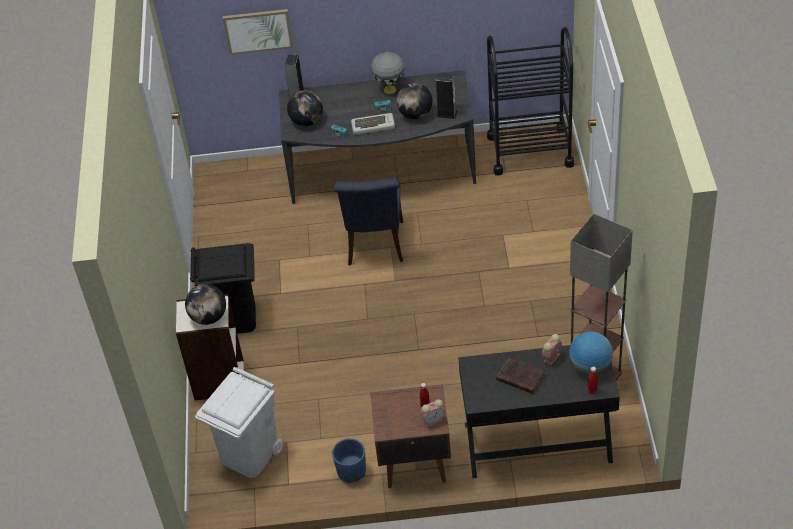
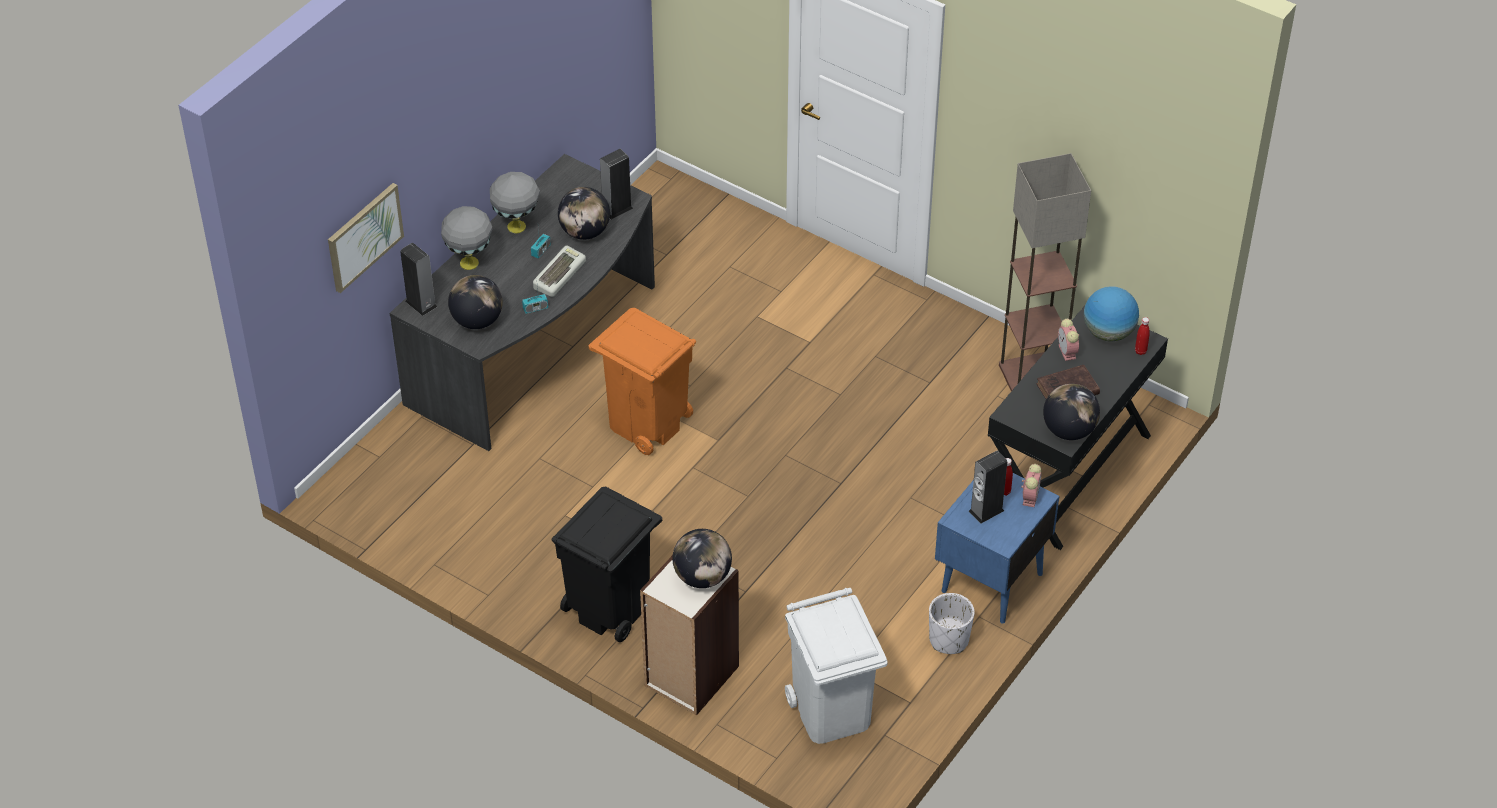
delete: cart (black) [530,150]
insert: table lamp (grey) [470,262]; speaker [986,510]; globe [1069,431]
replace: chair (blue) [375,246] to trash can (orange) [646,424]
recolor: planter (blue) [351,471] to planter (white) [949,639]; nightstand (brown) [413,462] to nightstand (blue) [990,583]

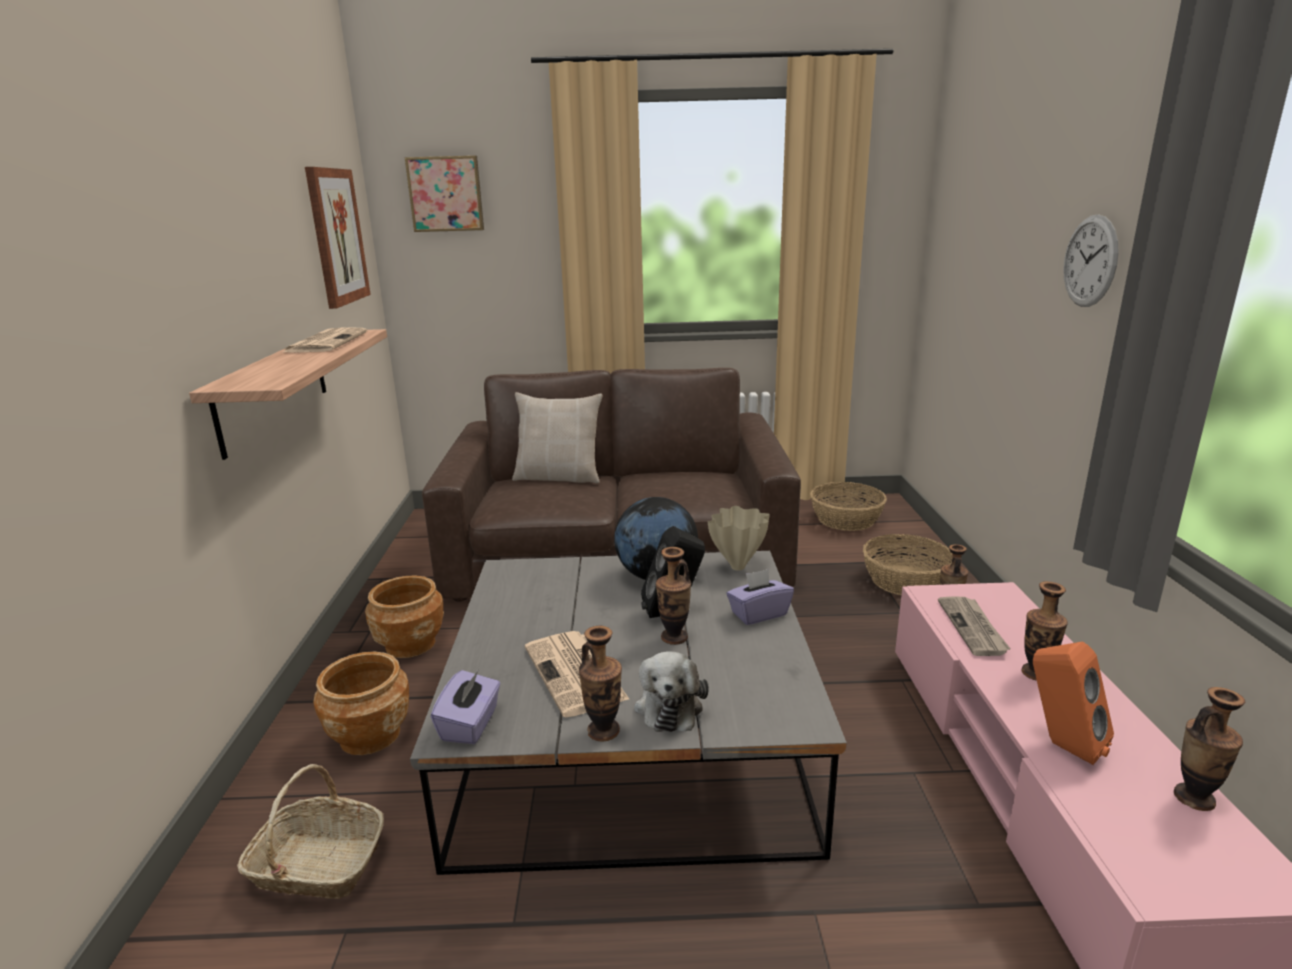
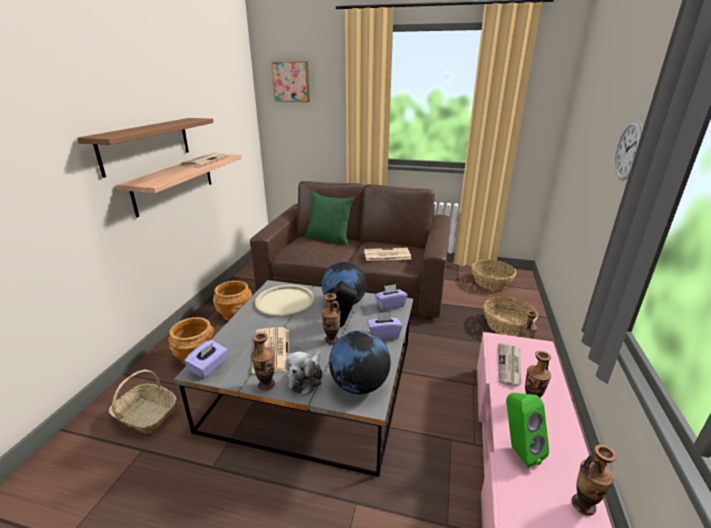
delete: picture [337,236]
insert: shelf (brown) [146,145]; tray (beige) [285,301]; globe [359,385]; newspaper [386,255]
replace: vase (beige) [739,567] to tissue box (purple) [390,305]
recolor: pillow (beige) [559,477] to pillow (green) [329,239]; speaker (orange) [1061,746] to speaker (green) [518,450]

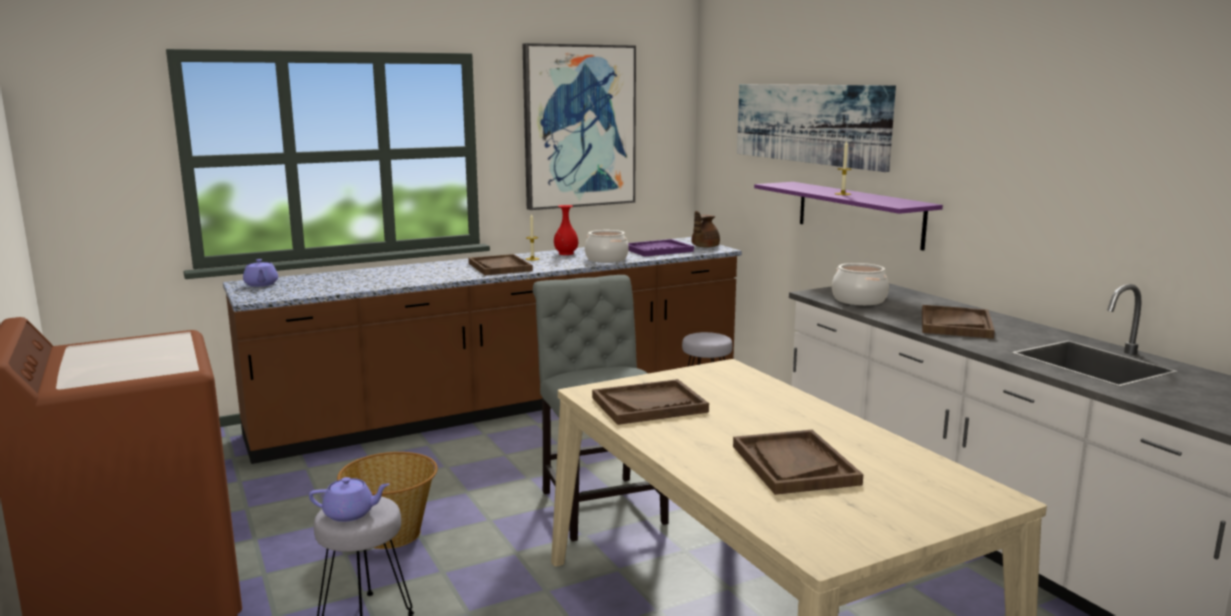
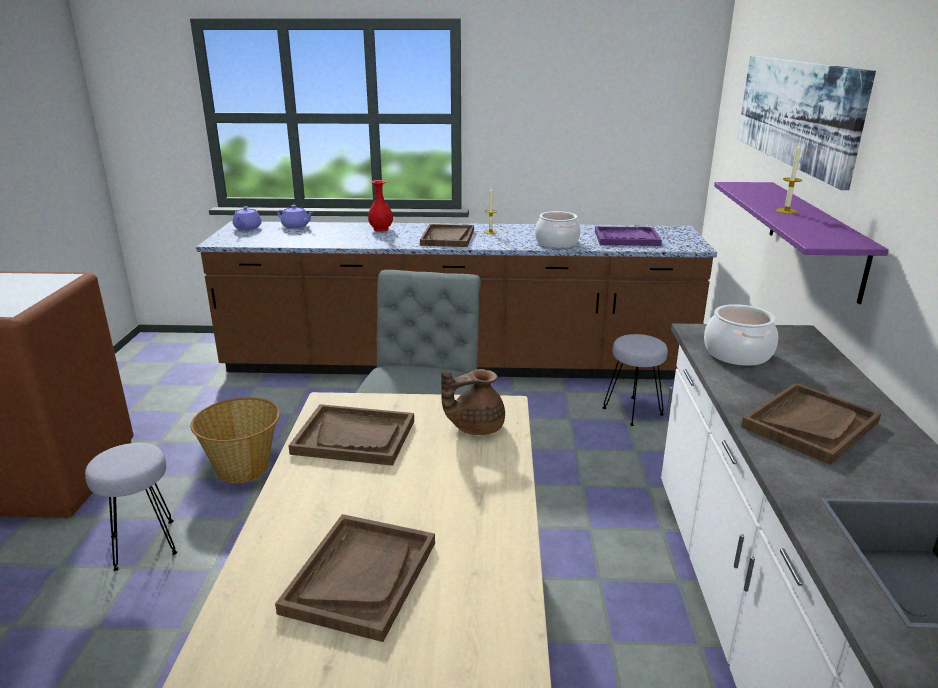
delete: picture [579,126]
move: teapot (purple) [350,513] to [296,226]; vase (red) [566,253] to [381,229]; teapot (brown) [704,247] to [475,427]

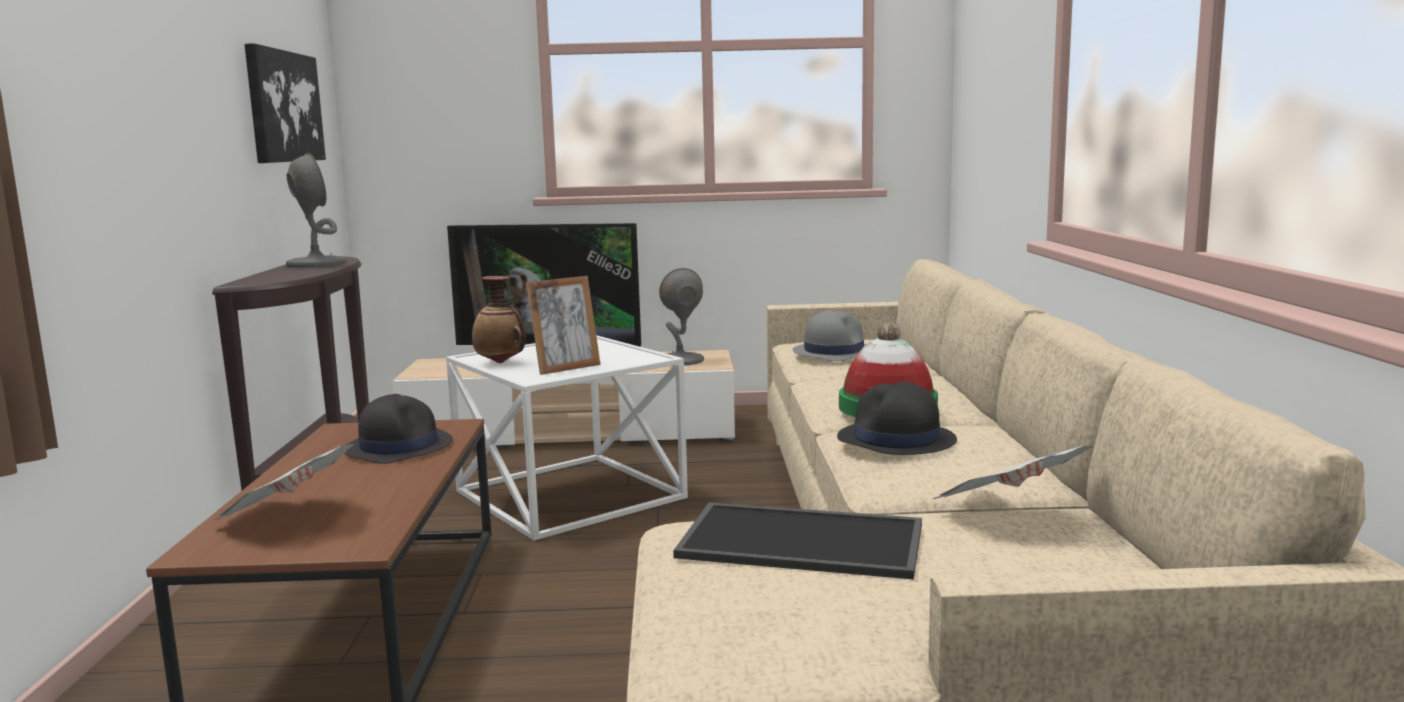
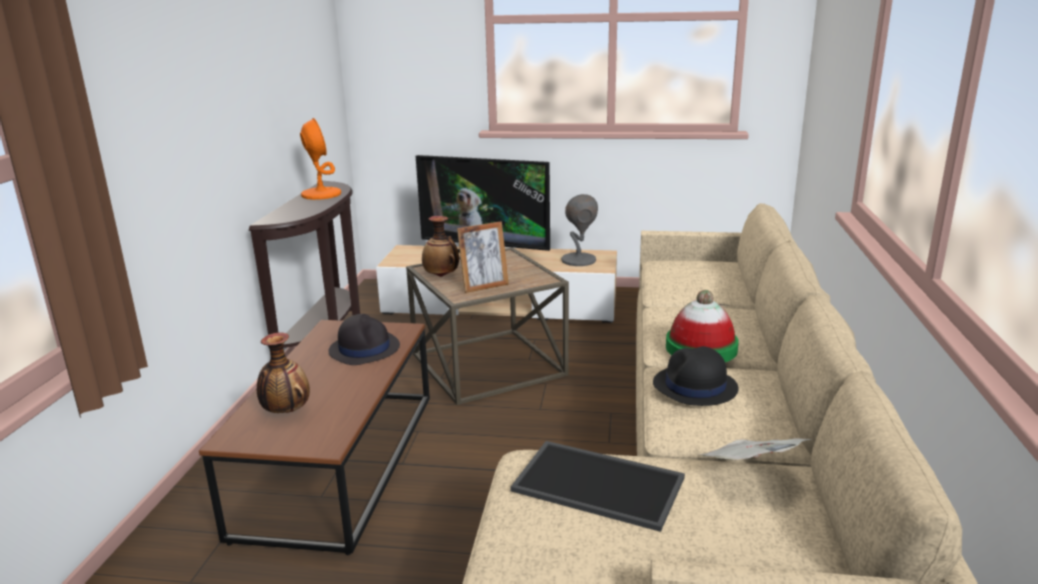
delete: picture [283,106]; hat (grey) [833,352]
replace: newspaper [288,516] to vase [286,412]
recolor: table lamp (grey) [316,264] to table lamp (orange) [321,194]; side table (white) [570,494] to side table (brown) [489,364]

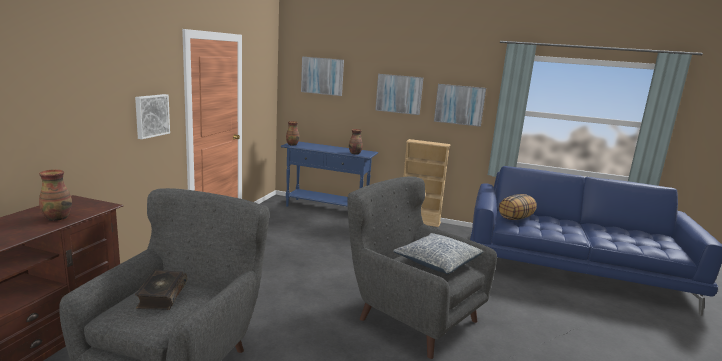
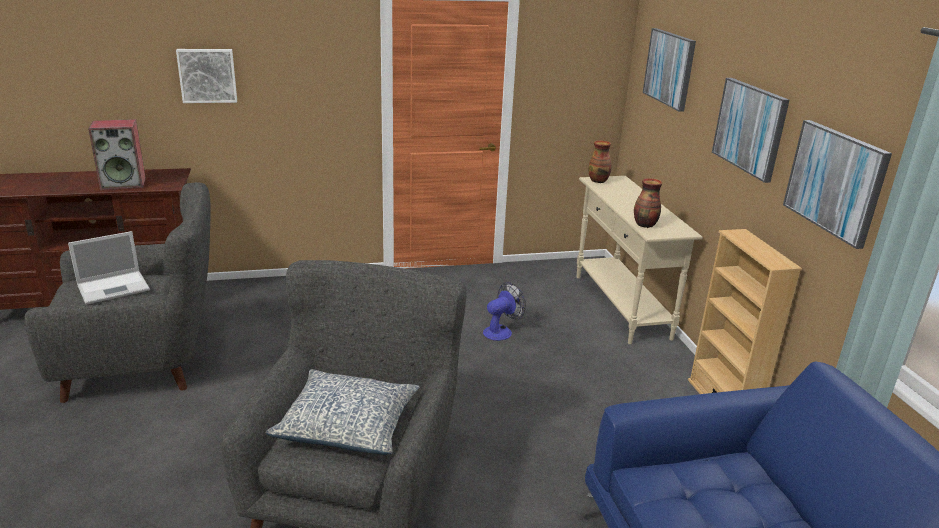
delete: pillow [515,218]
insert: fan [501,331]
move: picture [151,115] to [207,75]
replace: vase [57,217] to speaker [124,183]; book [161,296] to laptop [115,287]
recolor: console table (blue) [326,208] to console table (beige) [621,306]

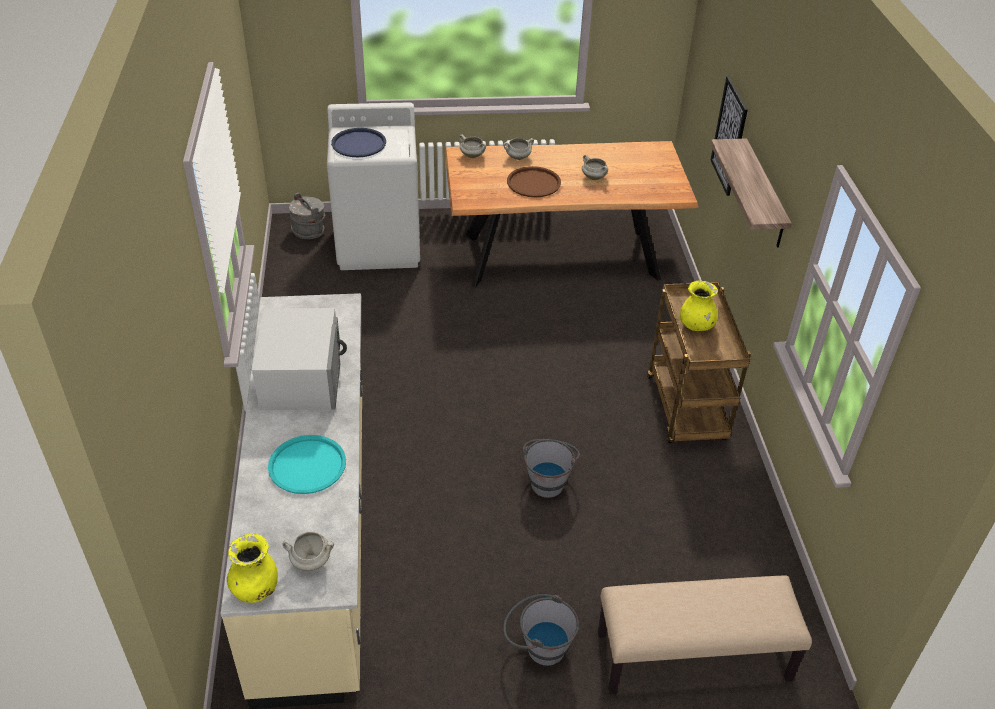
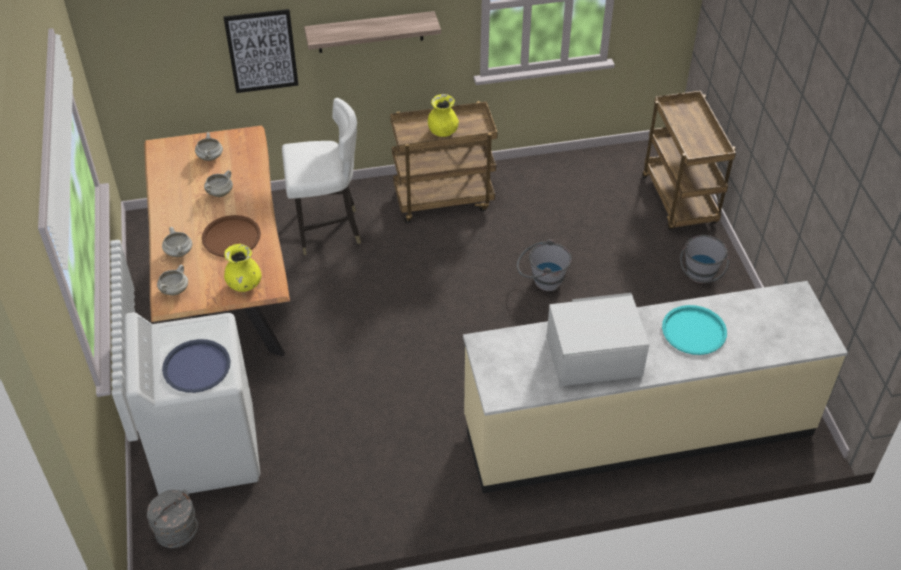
insert: chair (white) [327,230]
move: vase (yellow) [256,589] to [244,284]; cooking pot (white) [310,561] to [210,157]
replace: bench (beige) [692,658] to cart (brown) [680,202]

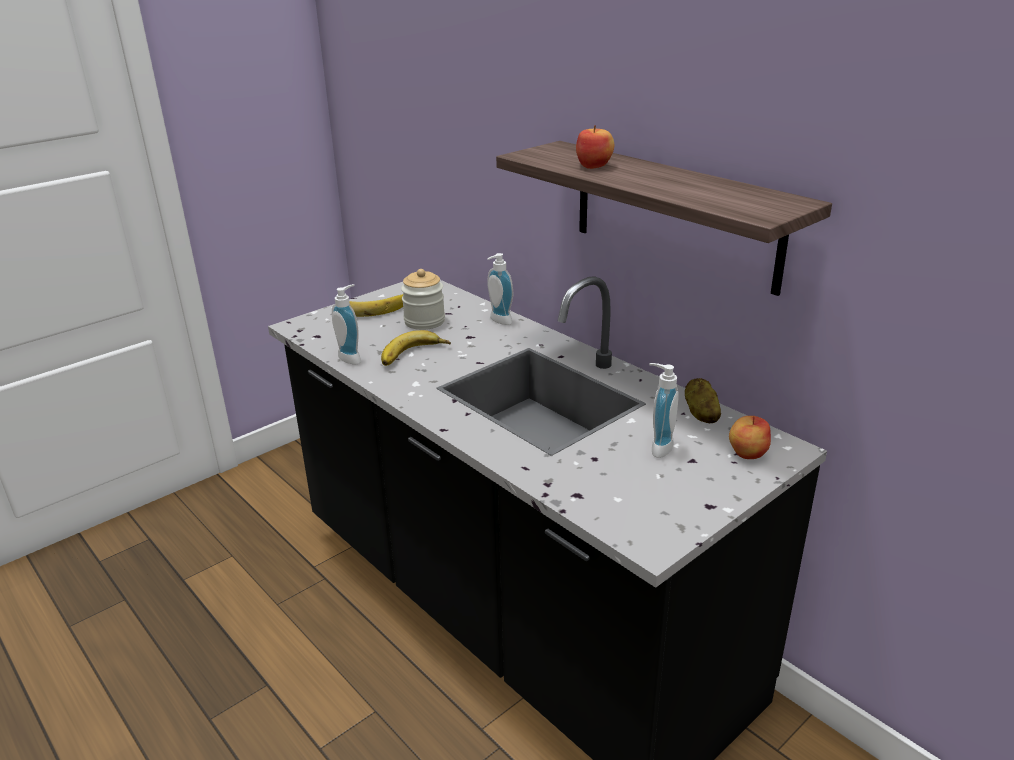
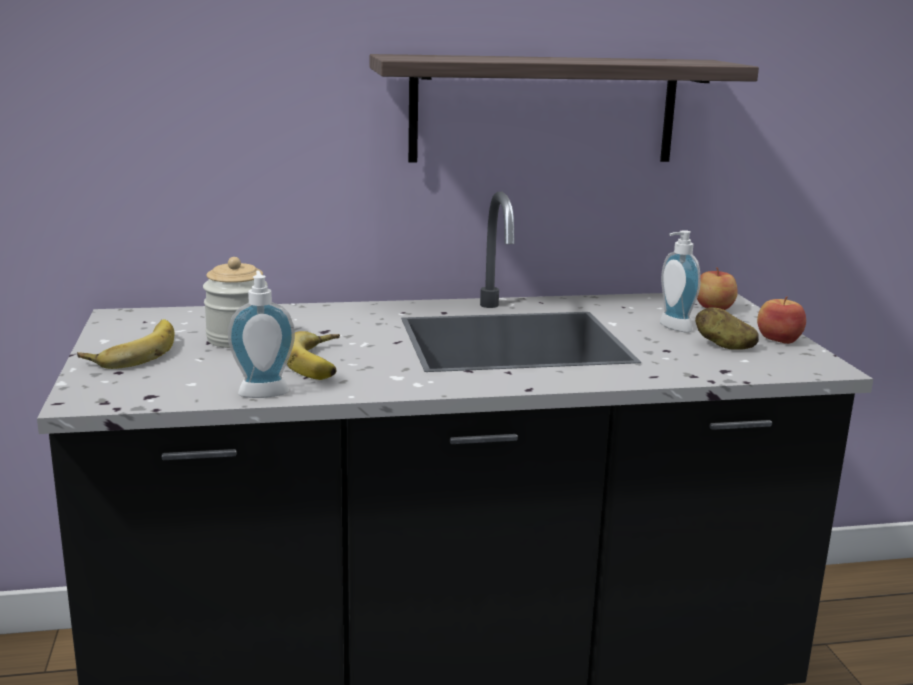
delete: soap dispenser [498,321]
move: apple [594,165] to [778,339]; potato [700,413] to [724,346]

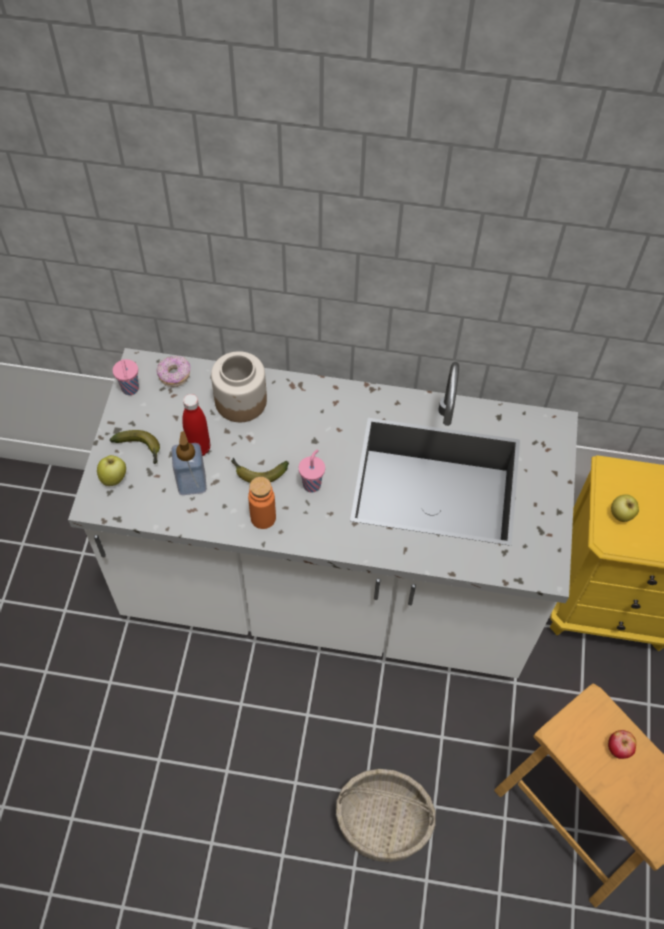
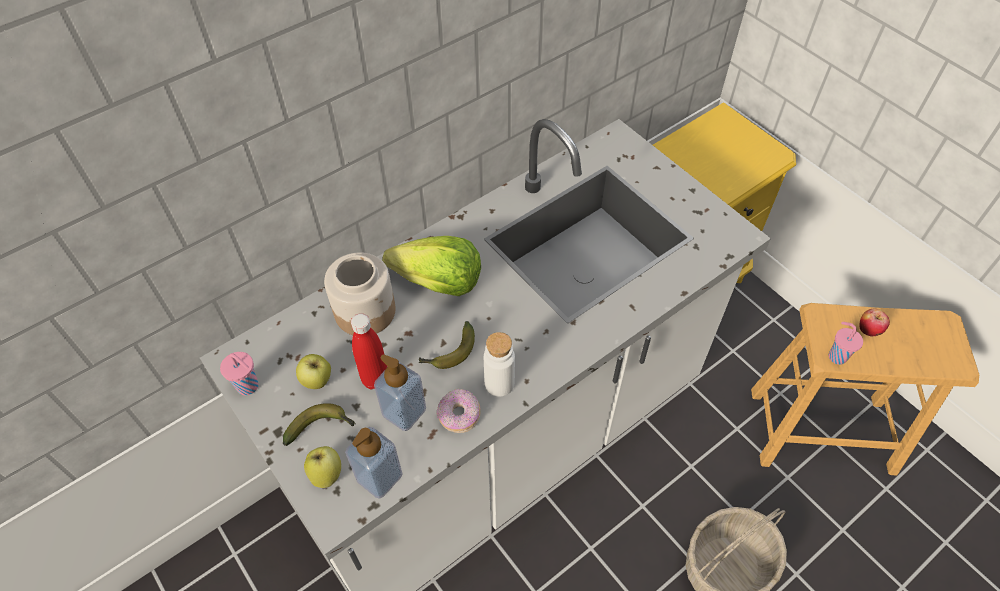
insert: soap dispenser [379,477]; lettuce [438,283]
move: donut [174,375] to [459,416]; cup (pink) [312,483] to [836,356]; apple [620,515] to [317,382]
recolor: bottle (orange) [263,518] to bottle (white) [499,383]

